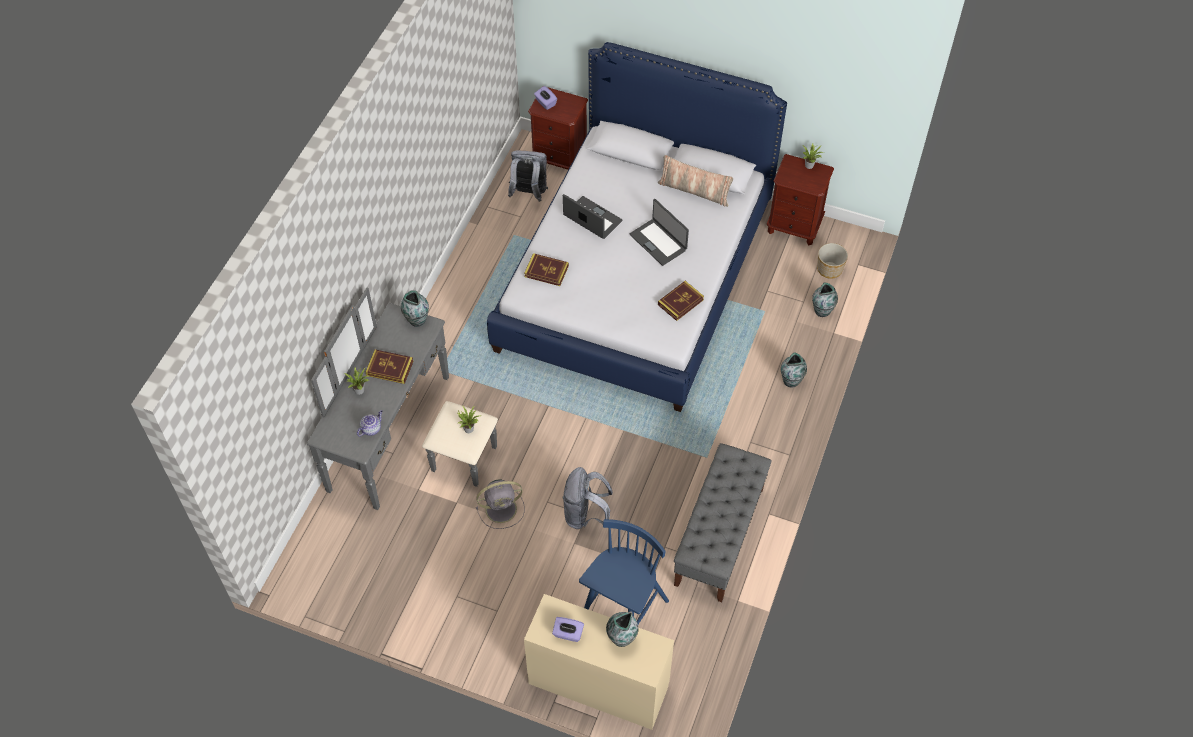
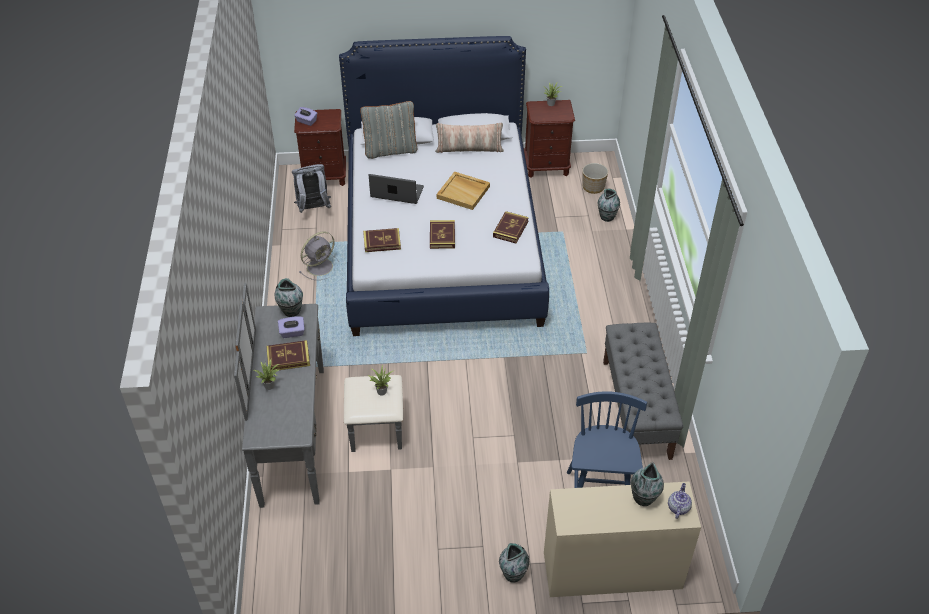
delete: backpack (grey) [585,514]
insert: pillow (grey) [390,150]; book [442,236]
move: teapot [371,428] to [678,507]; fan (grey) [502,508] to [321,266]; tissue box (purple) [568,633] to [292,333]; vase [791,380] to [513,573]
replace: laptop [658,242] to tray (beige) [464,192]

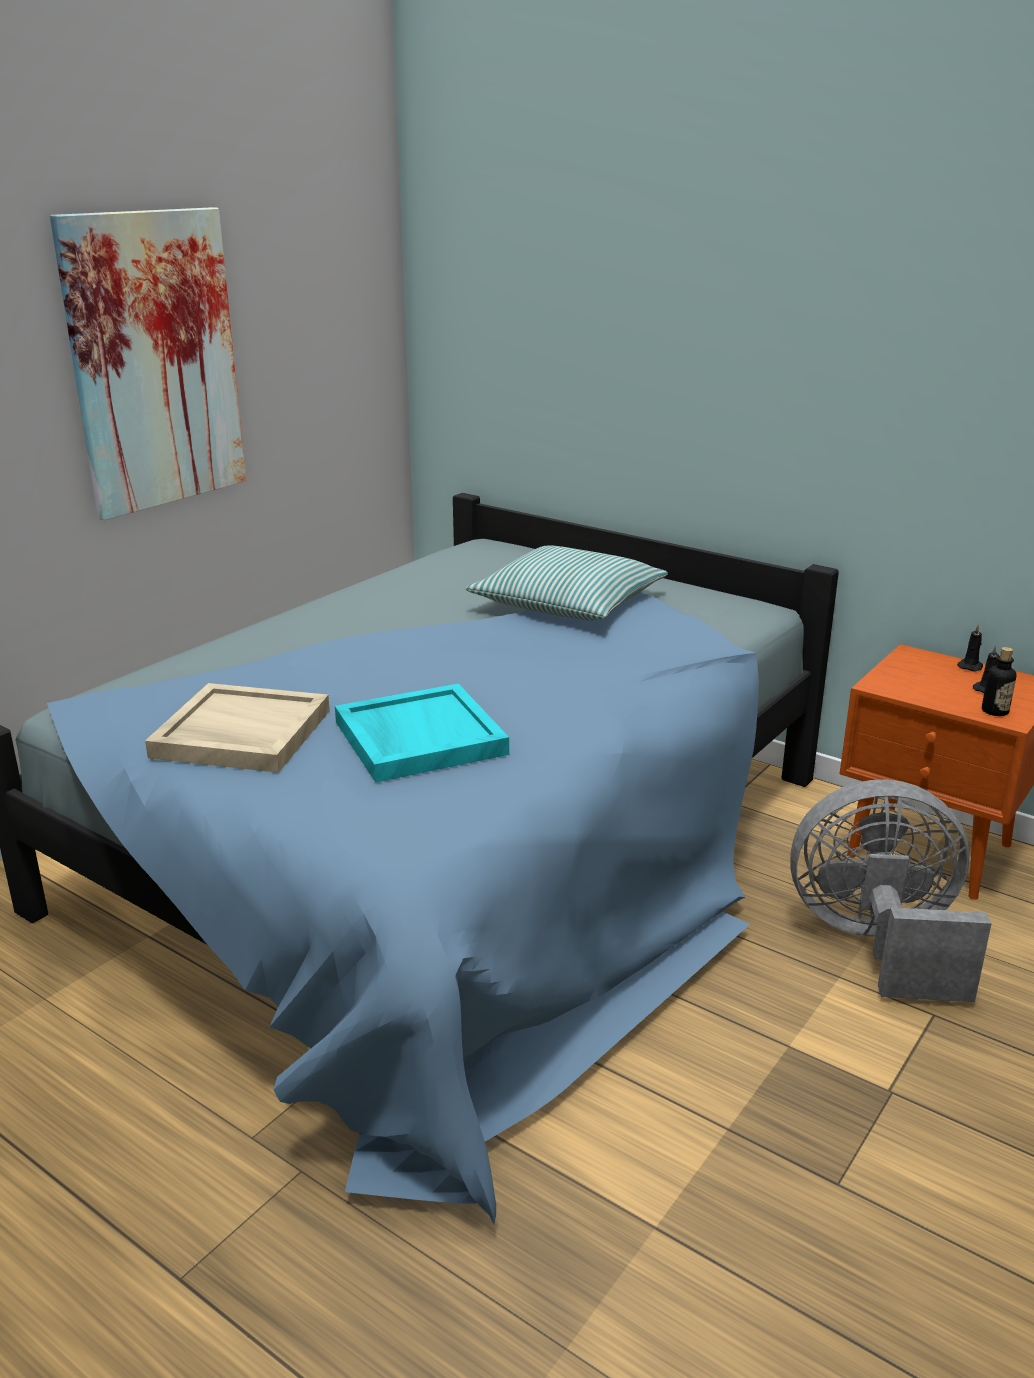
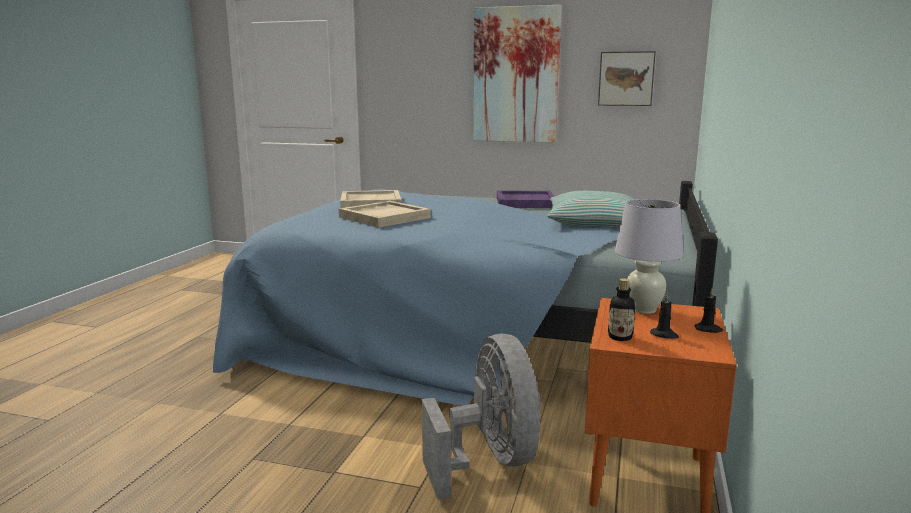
insert: tray (purple) [525,202]; picture [626,79]; table lamp (white) [643,309]
recolor: tray (turquoise) [418,737] to tray (beige) [384,217]

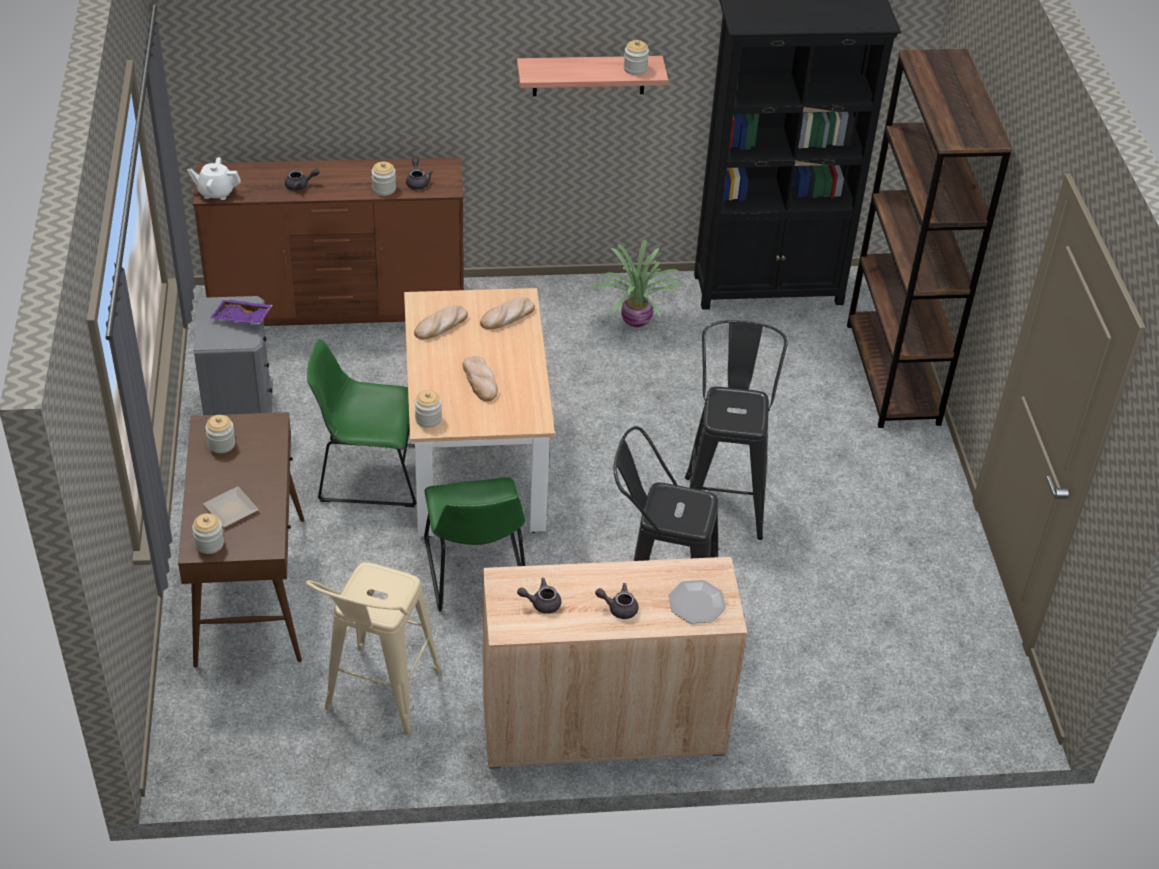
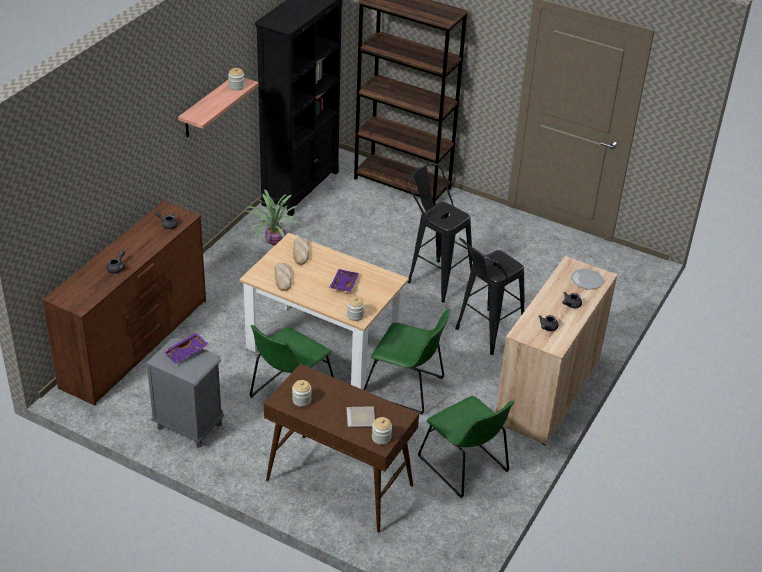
delete: teapot (white) [216,192]; jar [384,189]
replace: stool (beige) [377,700] to chair (green) [465,466]; bread [480,381] to tray (purple) [343,284]

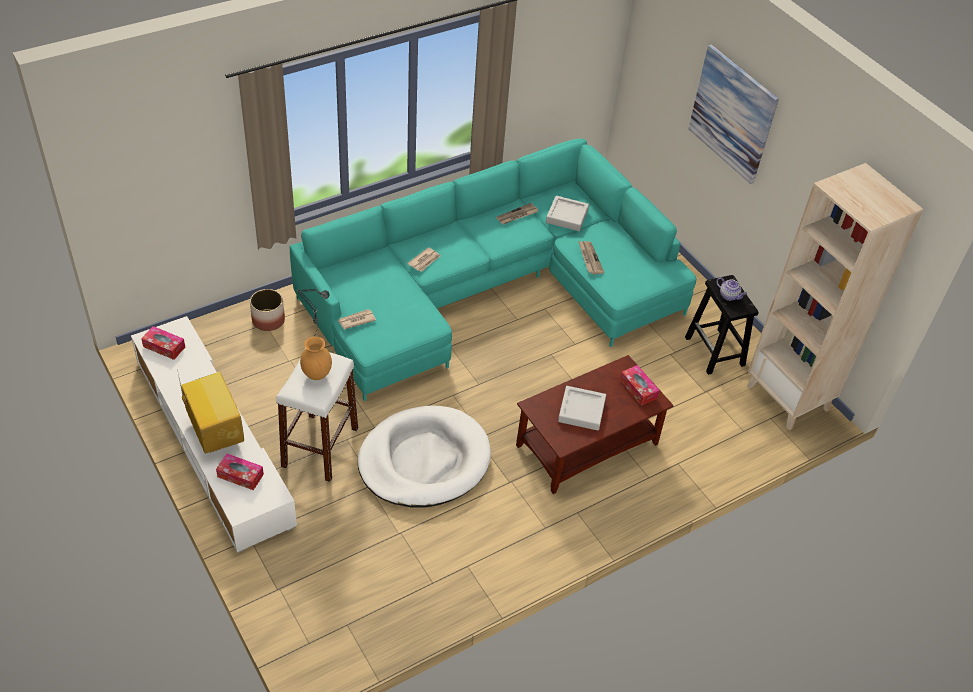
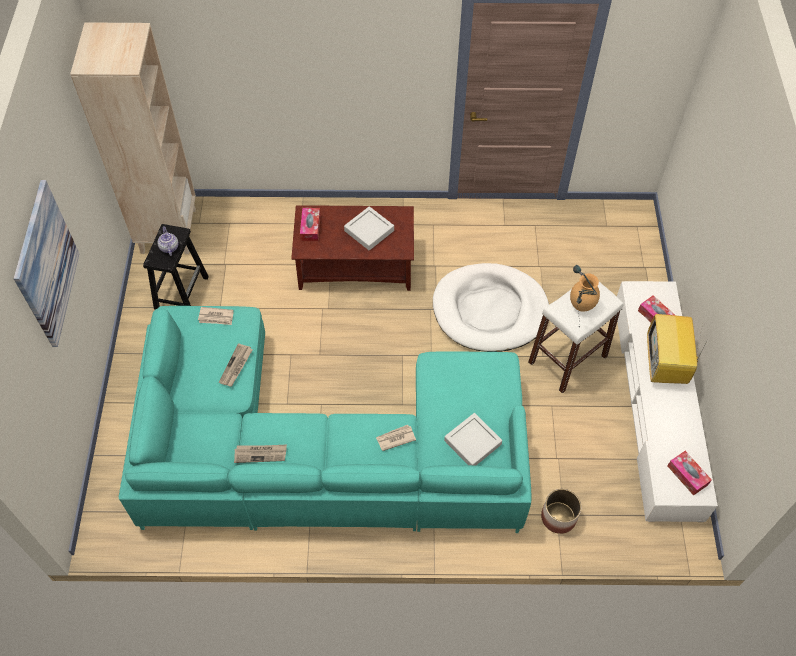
move: newspaper [356,320] to [216,317]; tray (grey) [567,216] to [472,442]

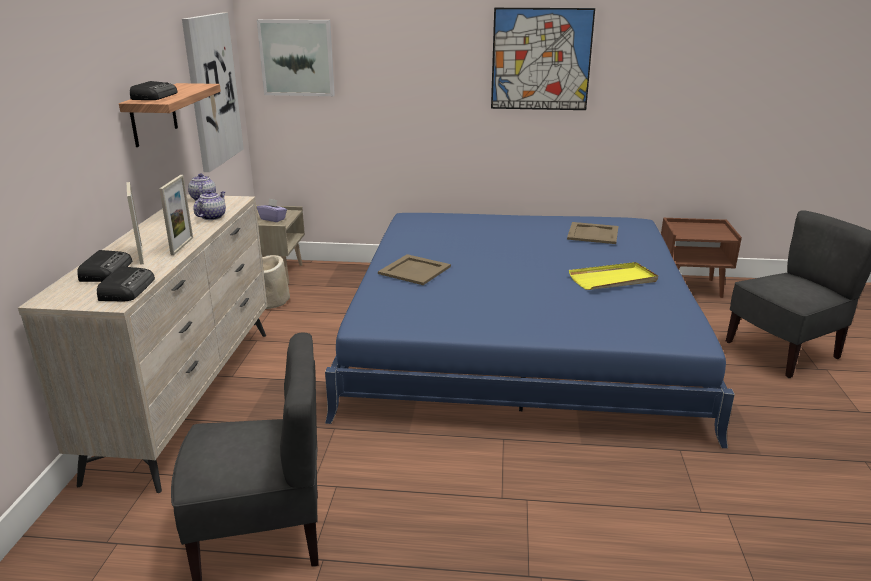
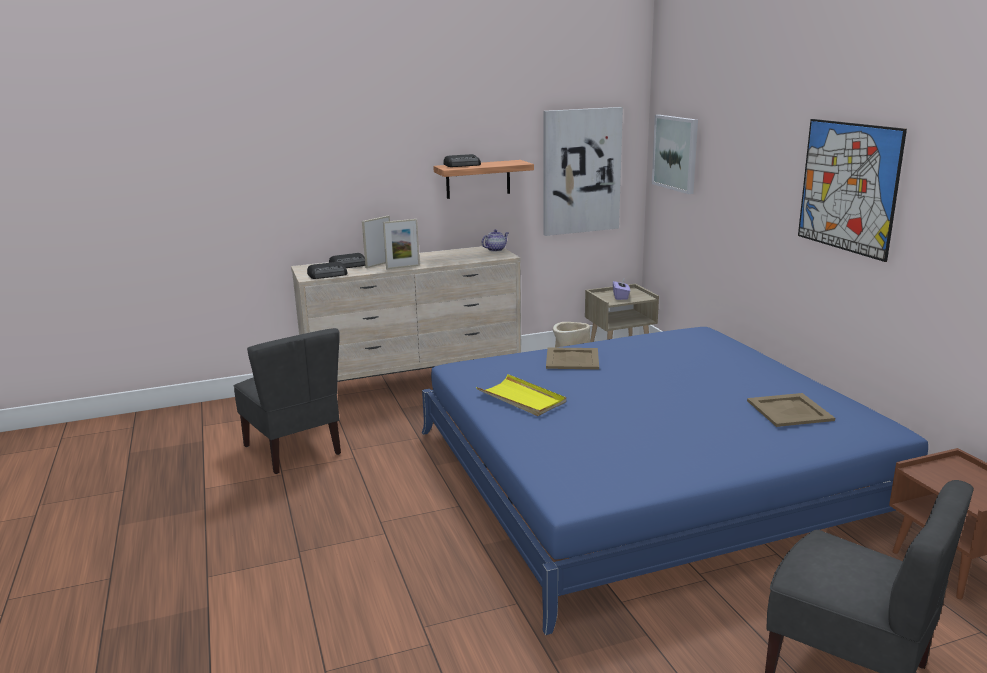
delete: teapot [212,217]
move: tray (yellow) [613,279] to [521,398]

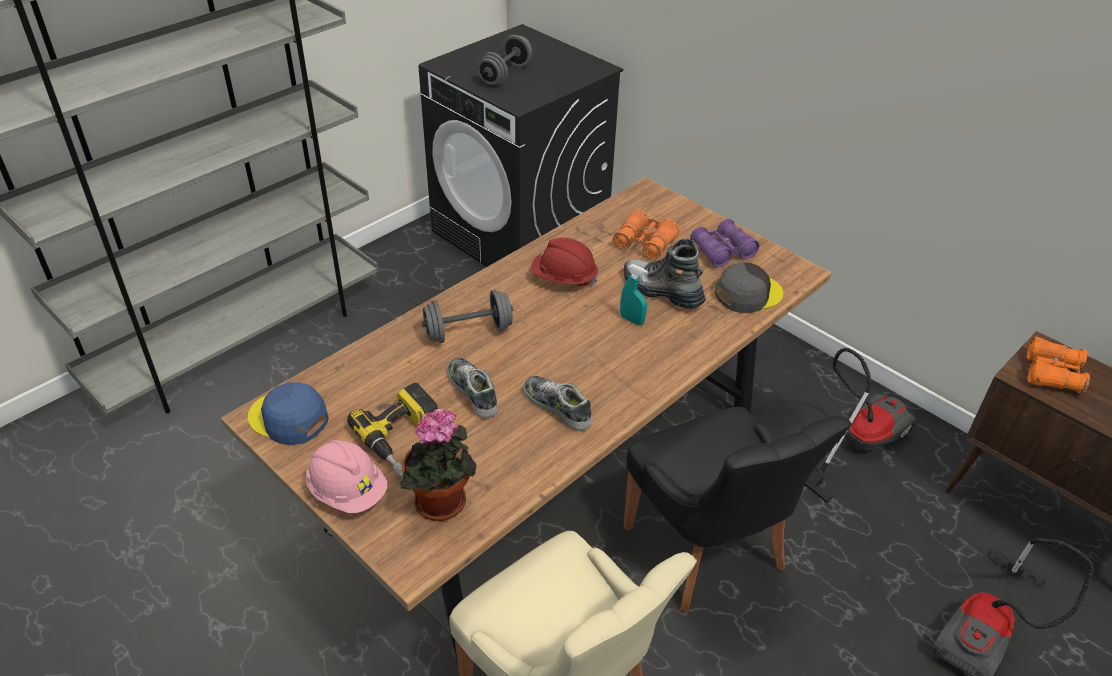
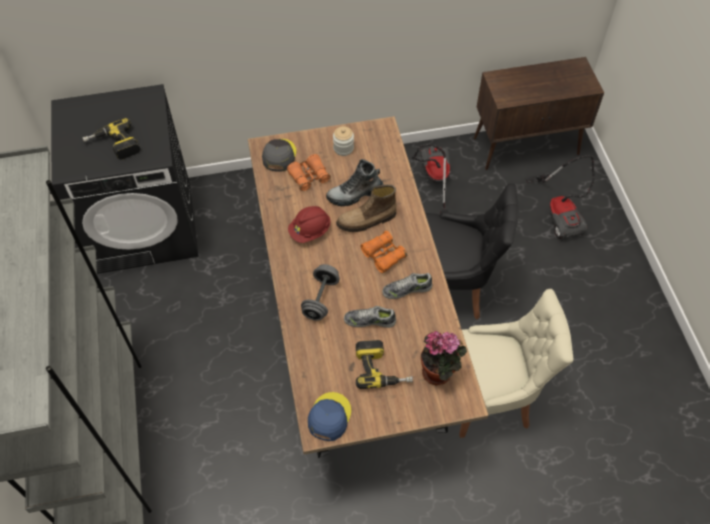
delete: hard hat (pink) [348,491]
move: cap (grey) [747,294] to [279,156]; binoculars (orange) [1052,374] to [383,255]
replace: dumbbell (grey) [505,75] to power drill [113,146]; spray bottle (turquoise) [632,320] to boot [367,221]; binoculars (purple) [722,251] to jar [343,148]
rotate: cap (blue) [288,418] = [329,417] 135 degrees clockwise

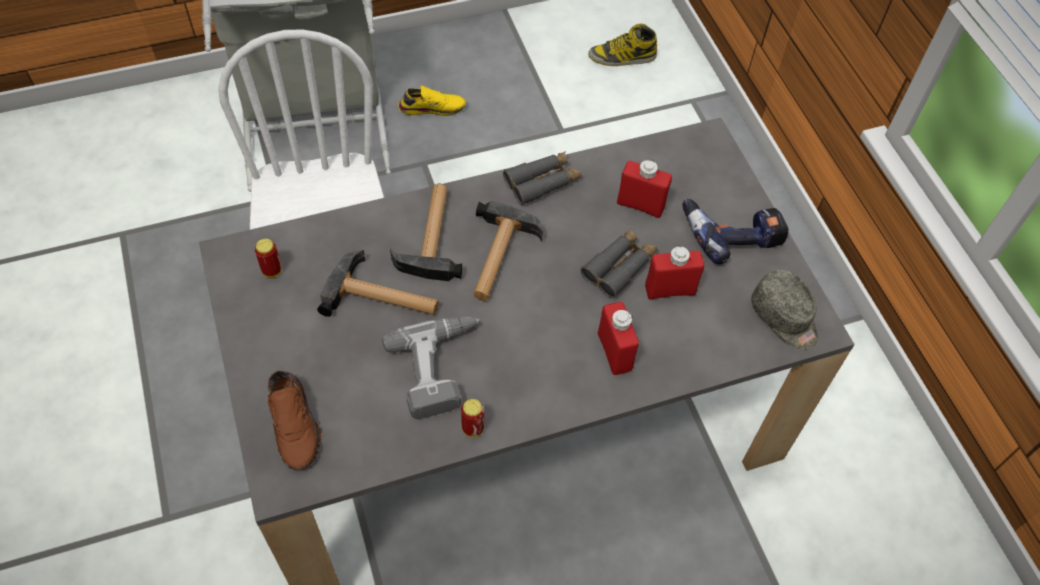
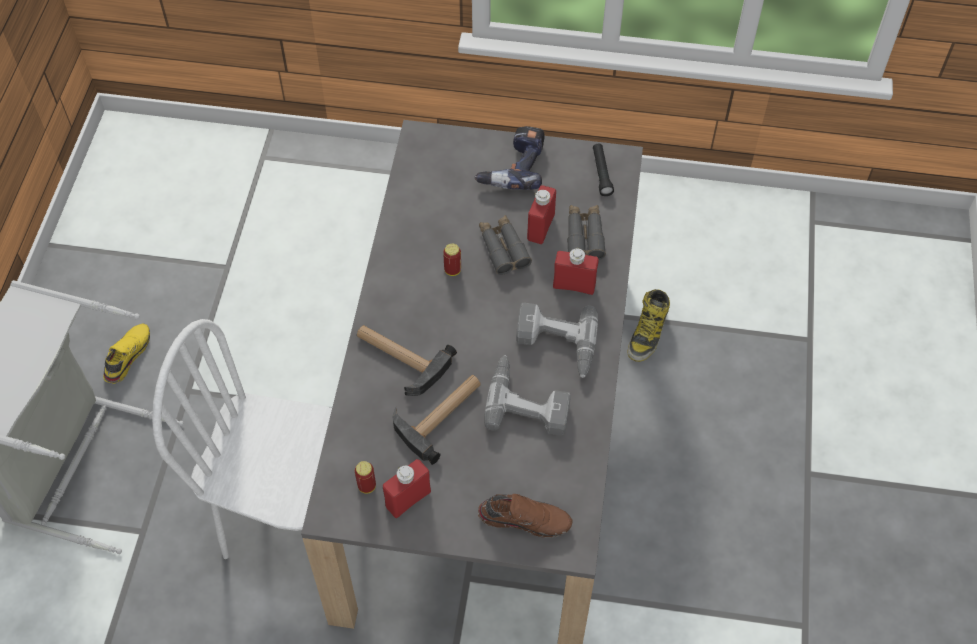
delete: hammer [498,258]
insert: power drill [555,345]
move: can [472,428] to [452,270]; binoculars (grey) [542,182] to [584,236]; boot [622,57] to [647,333]; bottle (red) [640,205] to [408,499]
replace: cap (grey) [784,318] to flashlight (black) [601,173]

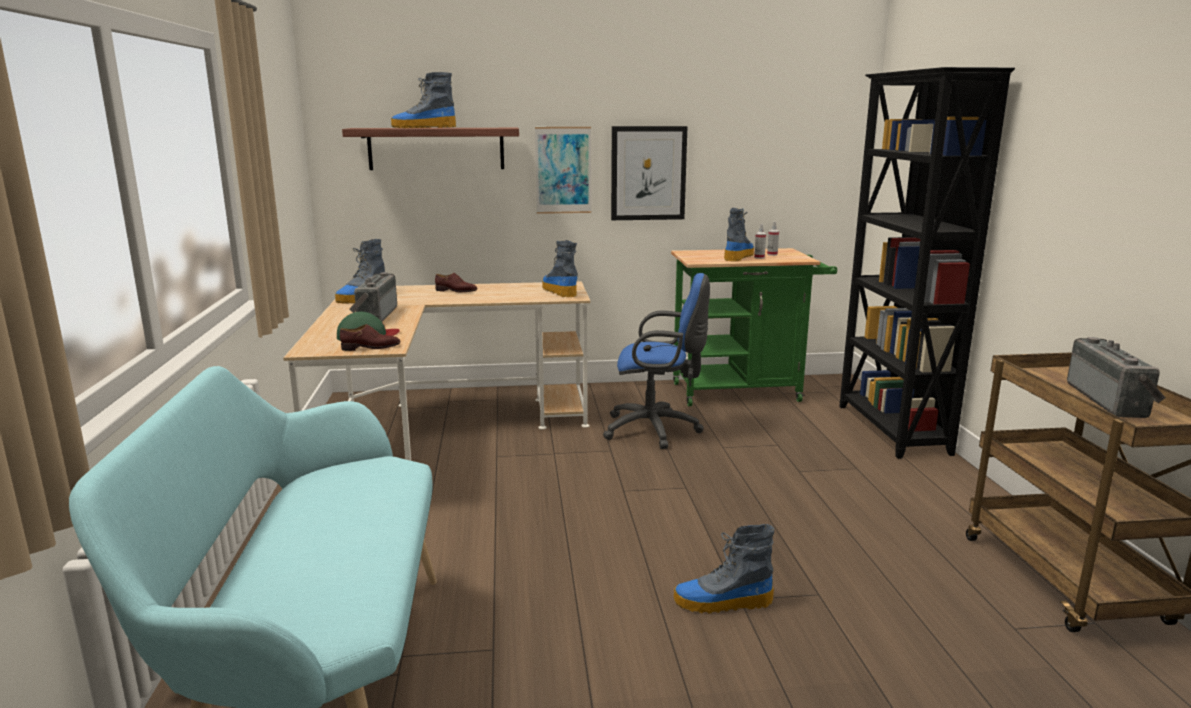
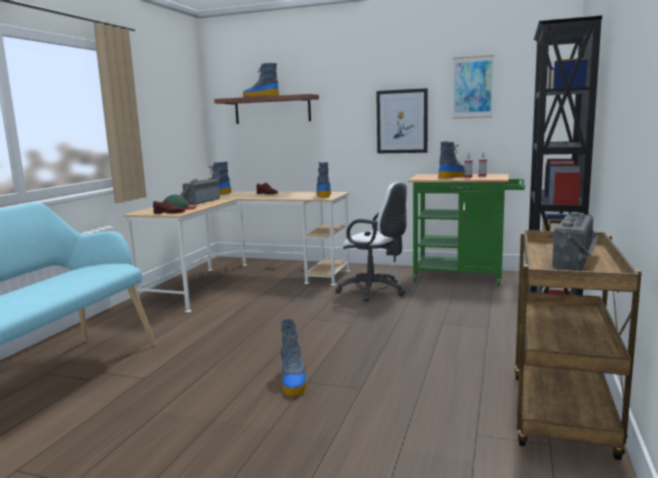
move: picture [563,170] to [472,87]
recolor: office chair (blue) [656,430] to office chair (white) [375,291]
rotate: boot [722,602] = [293,381] 120 degrees counterclockwise

